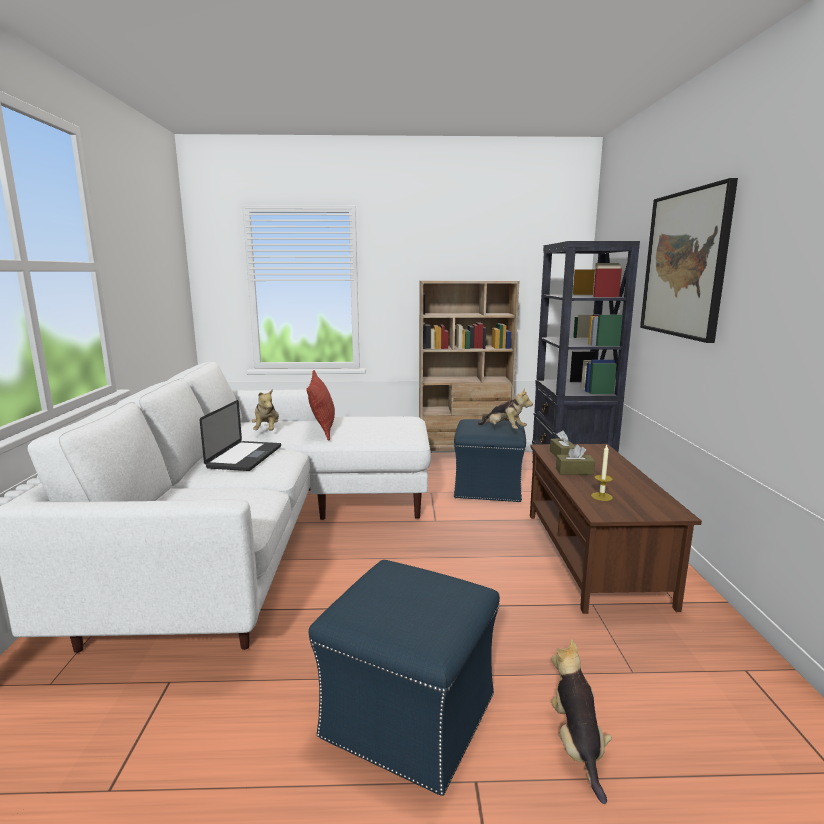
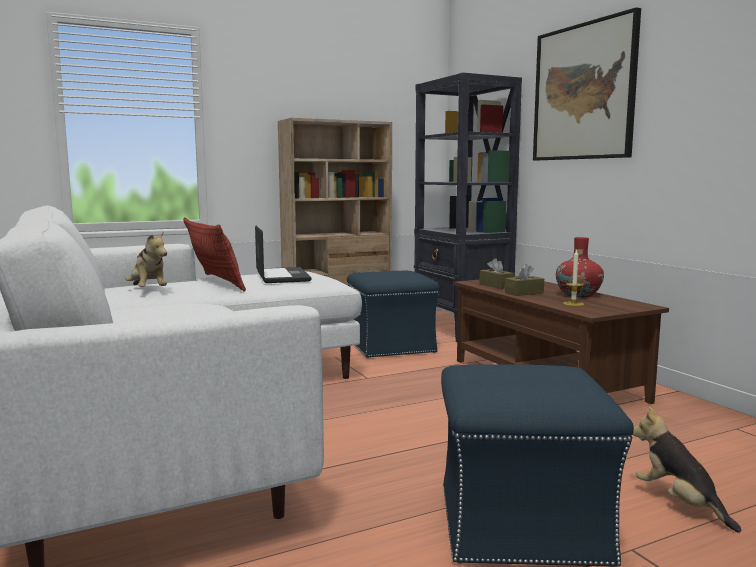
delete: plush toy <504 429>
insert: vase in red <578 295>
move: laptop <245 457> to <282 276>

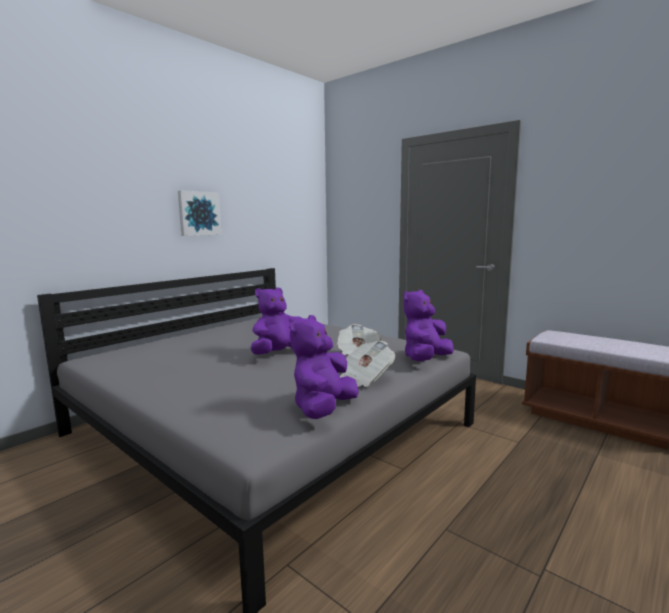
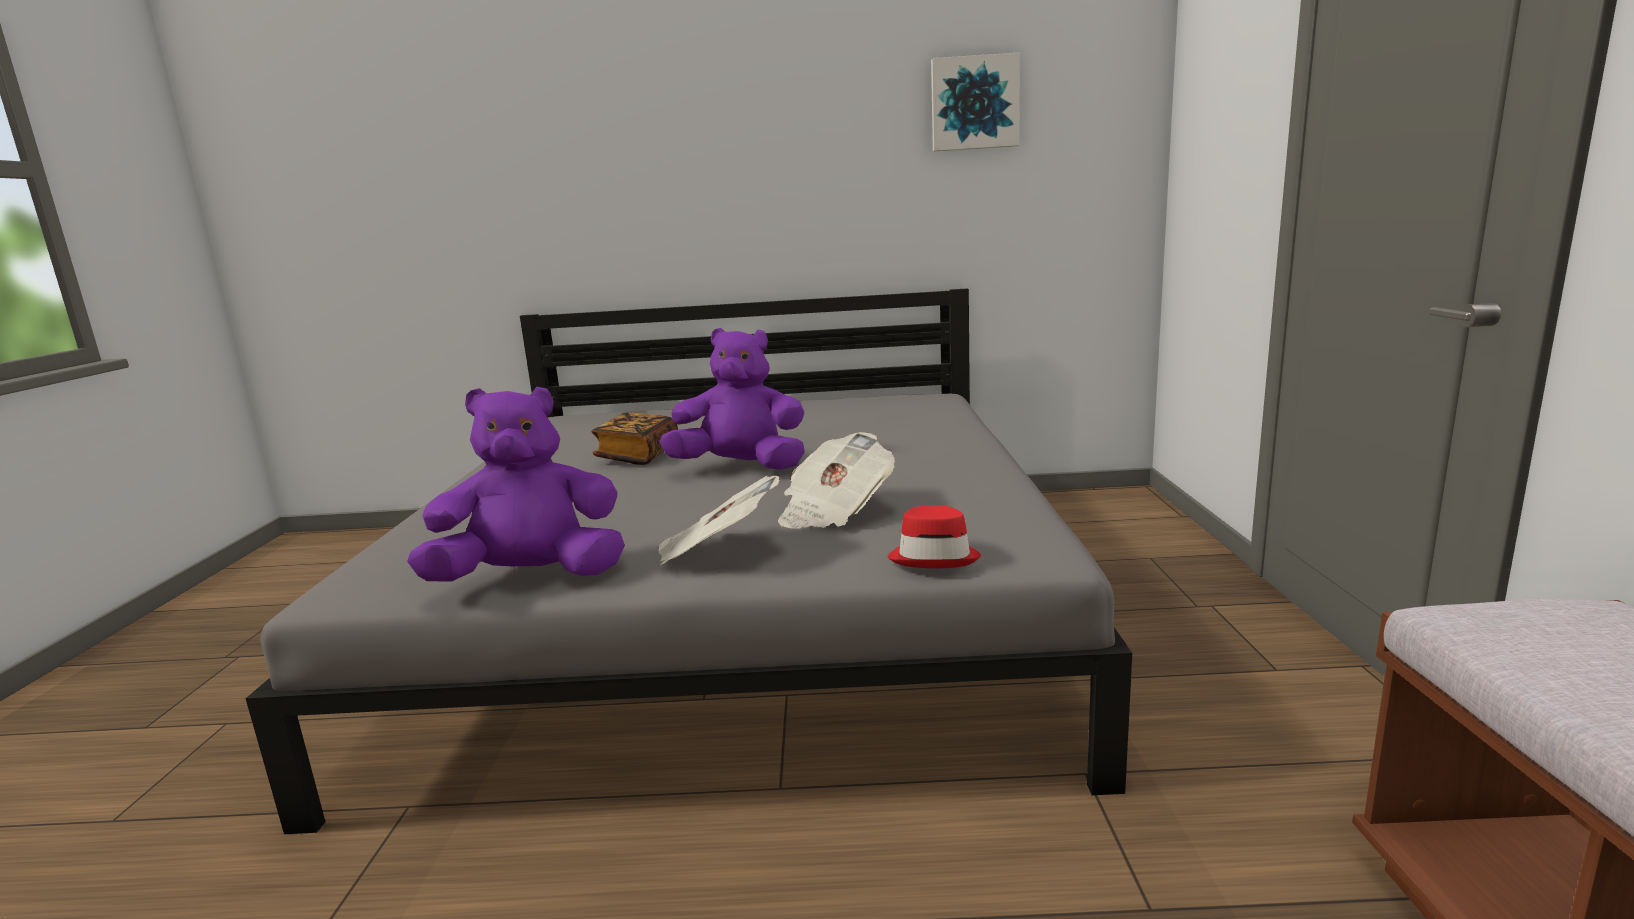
insert: book <638 455>
move: picture <199 213> to <974 103>
replace: plush toy in purple <425 359> to hat in red <934 557>

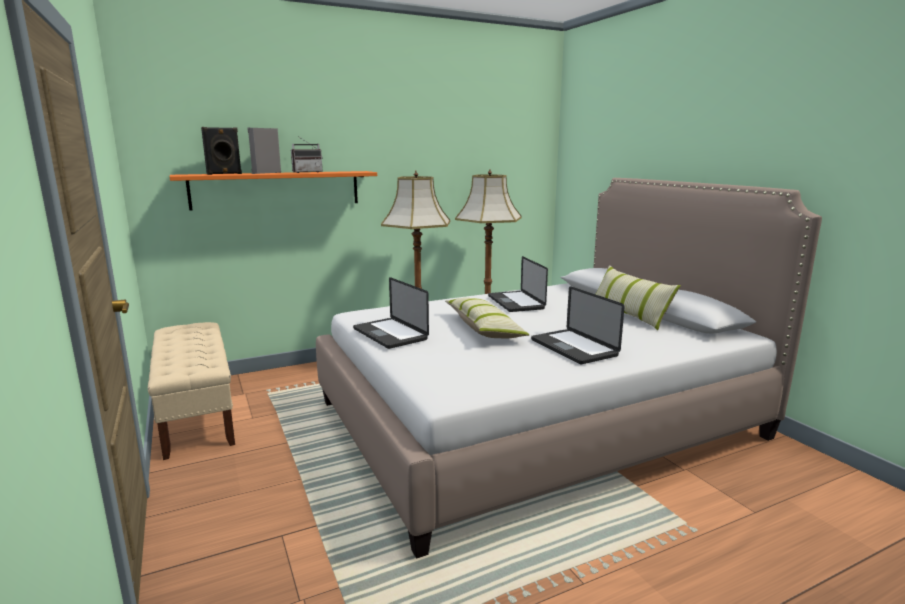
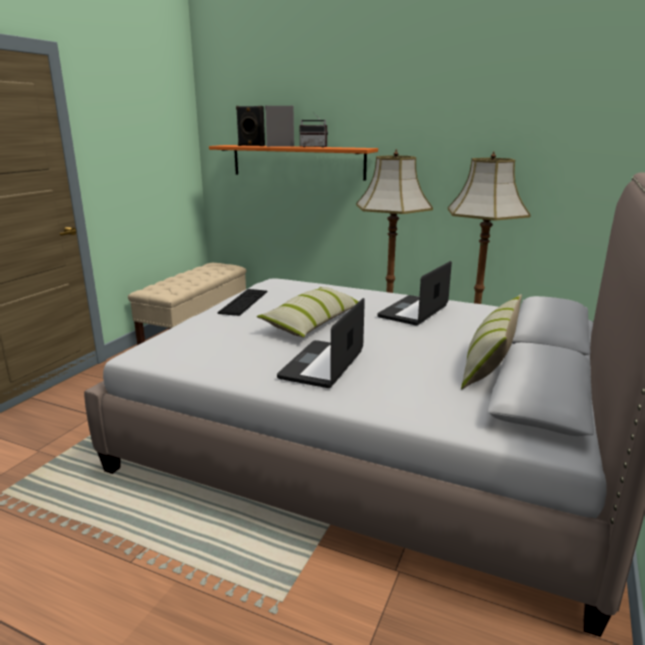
replace: laptop <390 334> to keyboard <244 302>

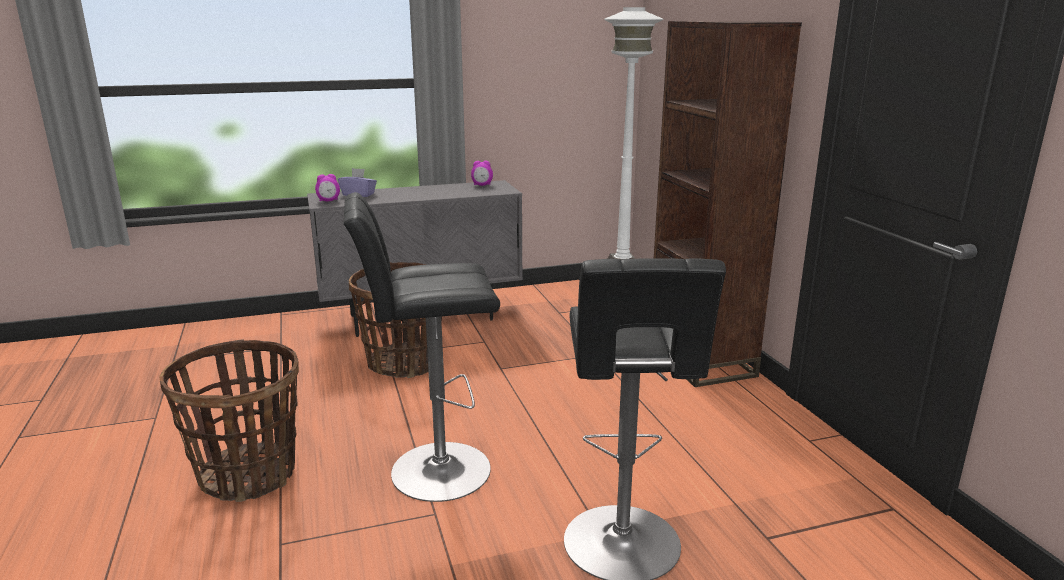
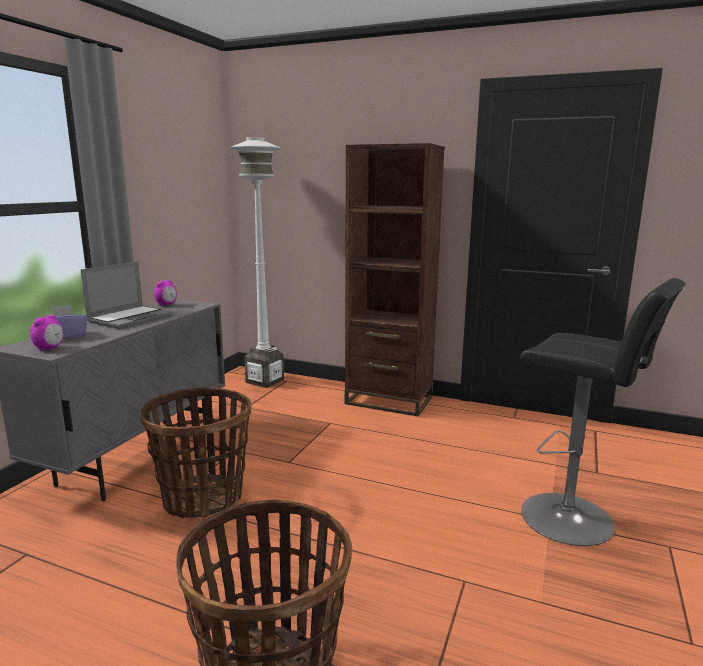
delete: stool in black <433 471>
insert: laptop <131 318>

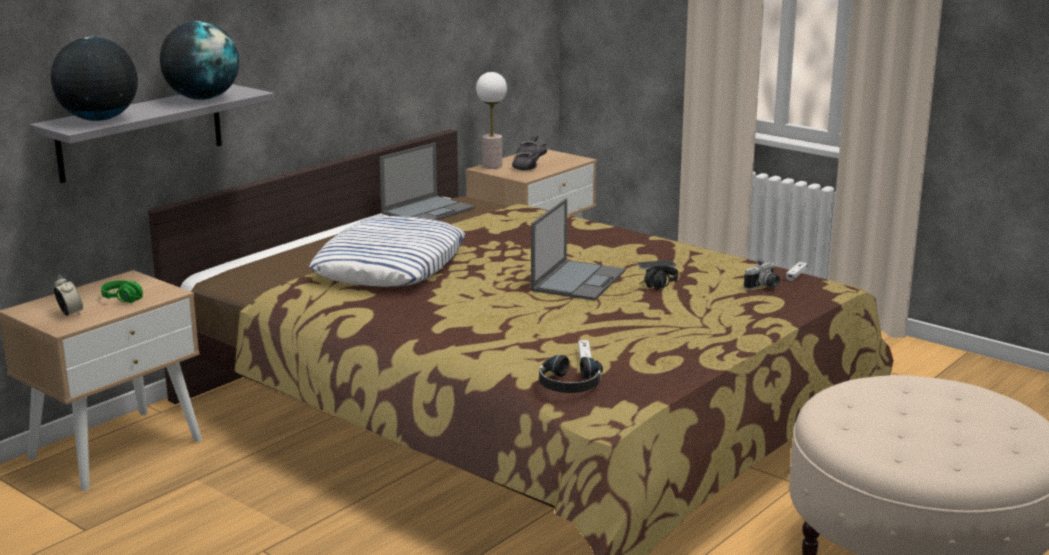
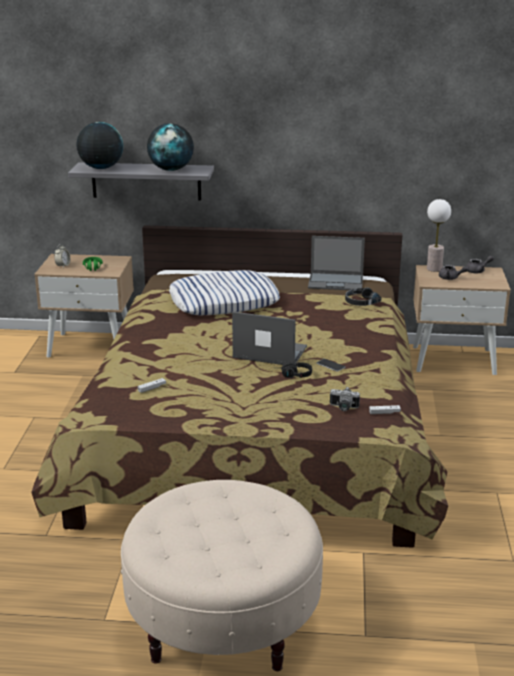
move: headphones in black <569 384> to <361 302>
rotate: laptop <578 280> = <269 352> 150 degrees counterclockwise

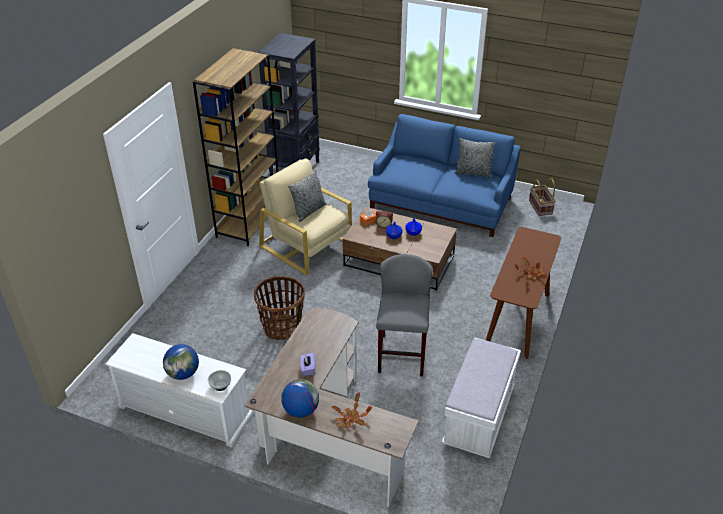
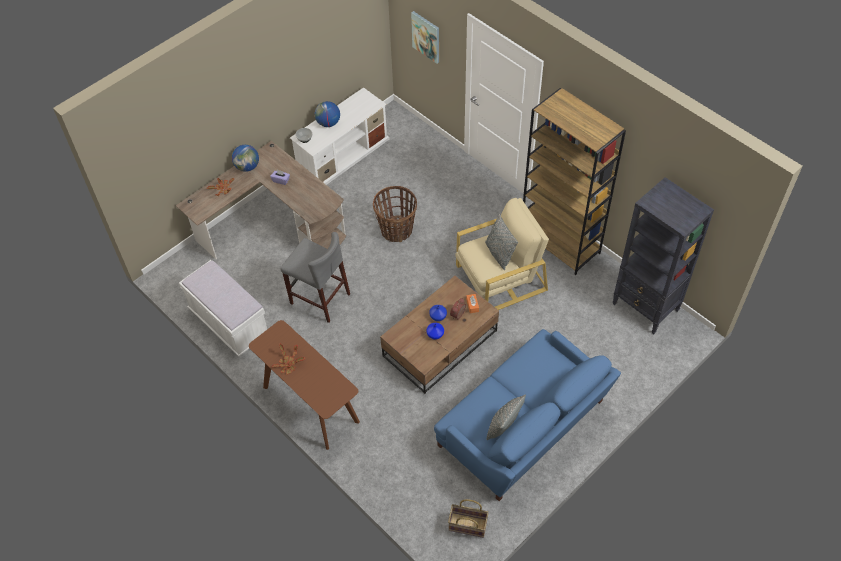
insert: picture <426 36>

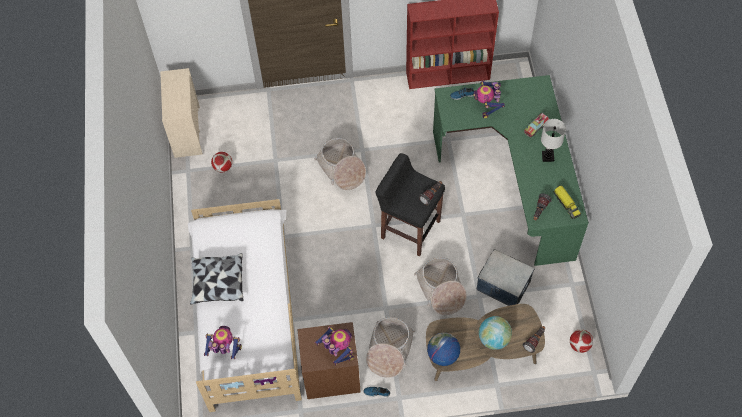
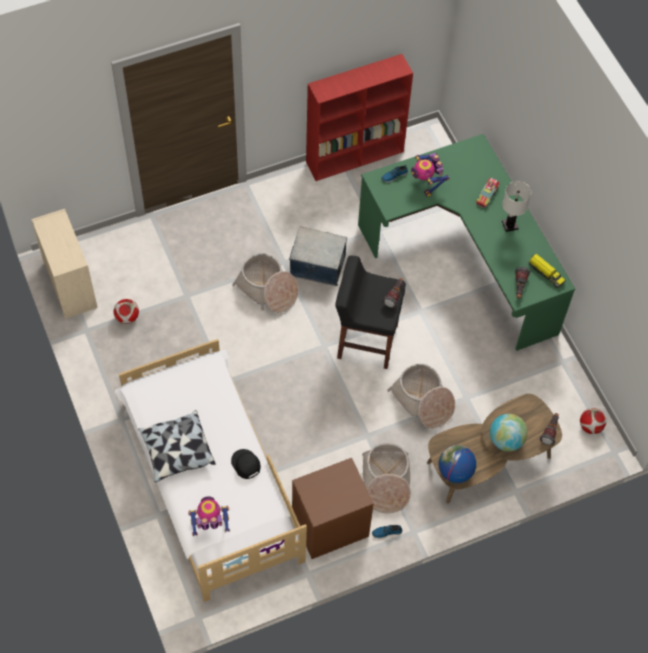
delete: toy robot <337 351>
insert: cap in black <245 464>
move: storage box <503 286> to <317 266>

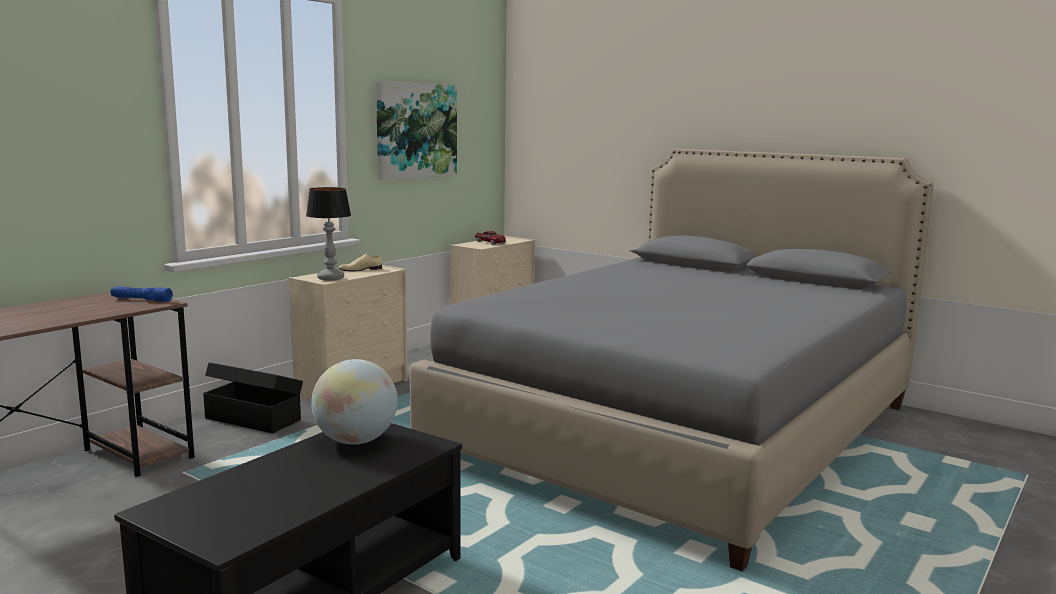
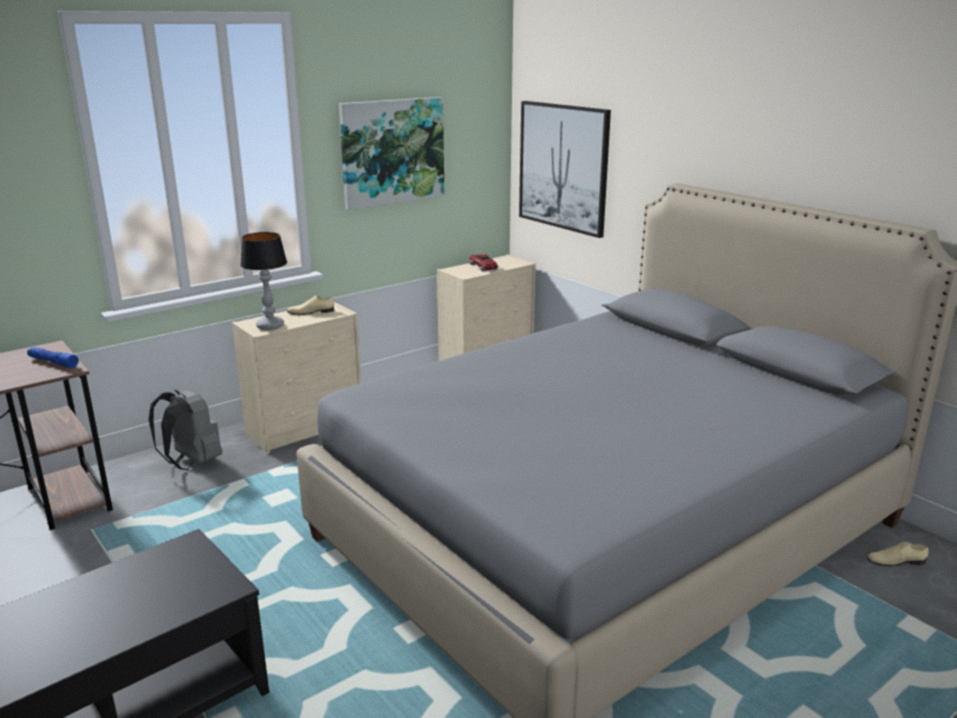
delete: globe <356 441>
insert: picture <563 167>; shoe in beige <895 560>
replace: storage box in black <253 418> to backpack in grey <192 462>

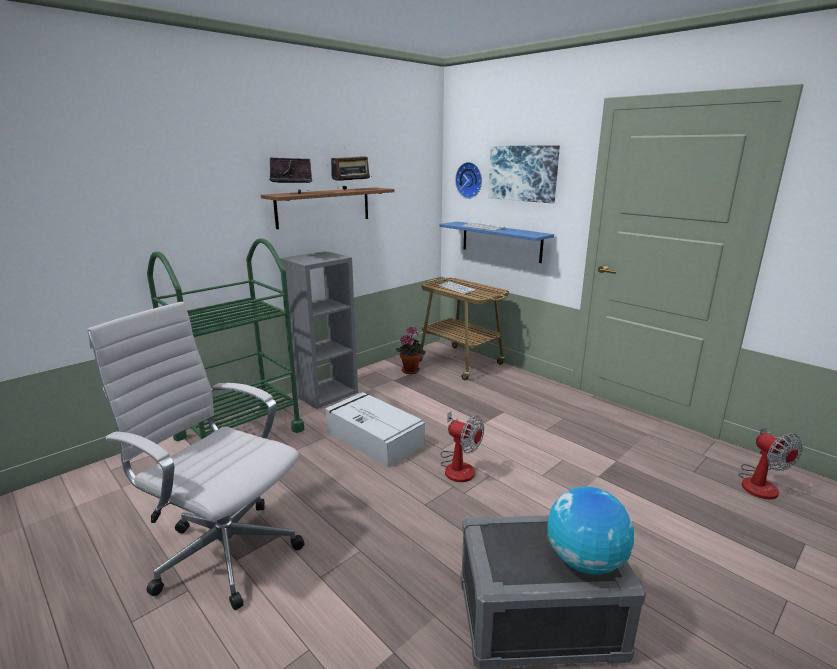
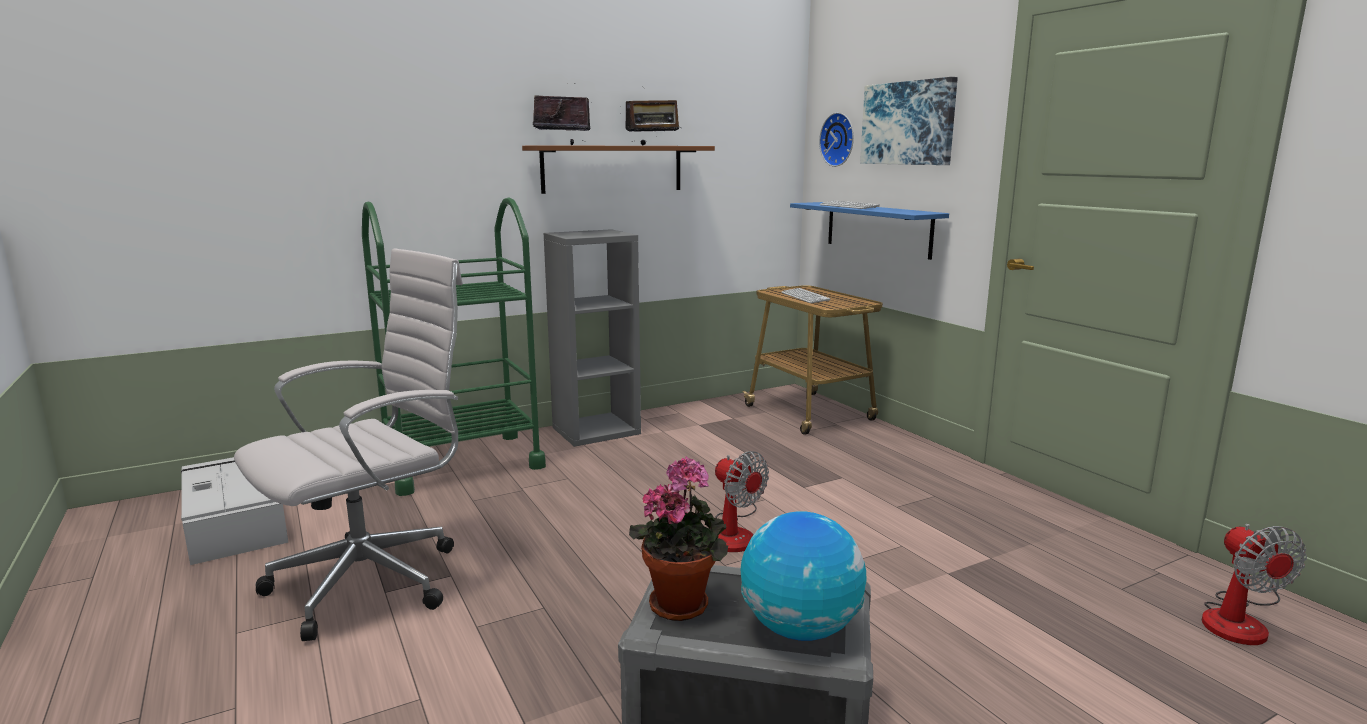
move: potted plant <411 370> to <682 603>; storage box in grey <373 438> to <236 522>
rotate: office chair in white <223 551> = <375 580> 90 degrees clockwise

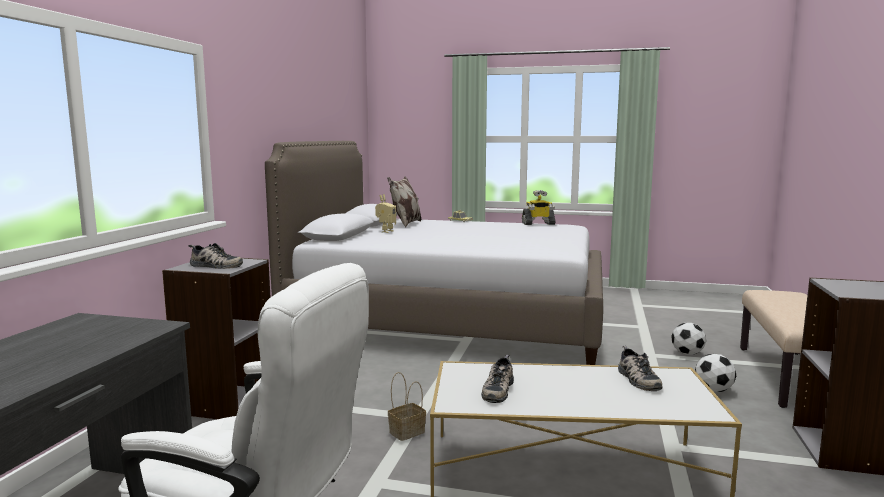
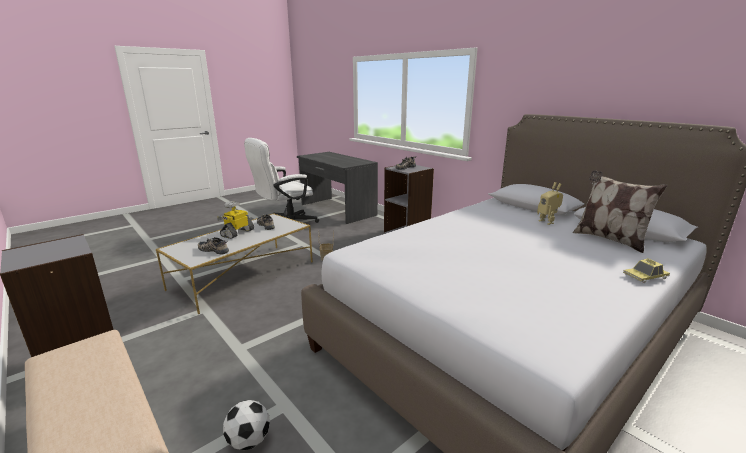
delete: football <713 390>
move: toy robot <538 224> to <237 233>

